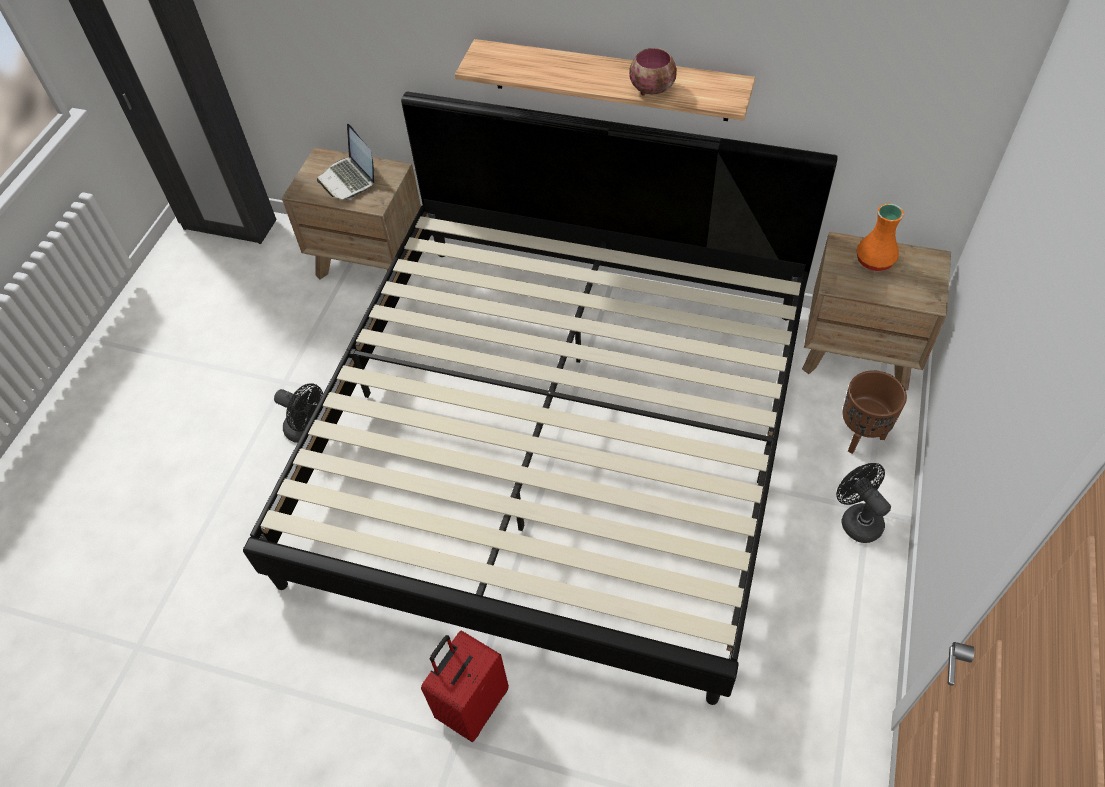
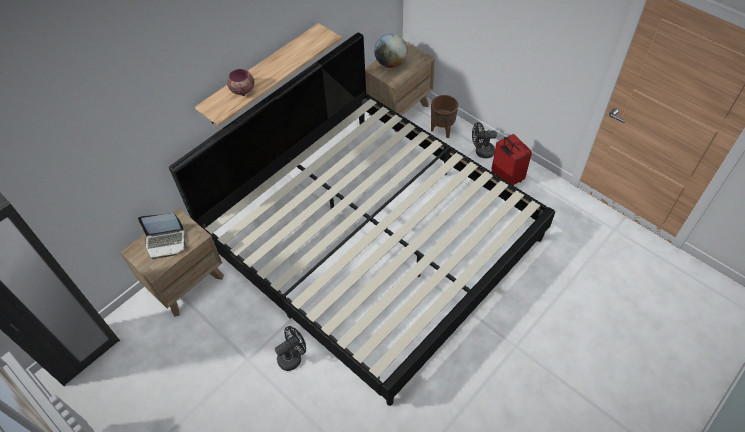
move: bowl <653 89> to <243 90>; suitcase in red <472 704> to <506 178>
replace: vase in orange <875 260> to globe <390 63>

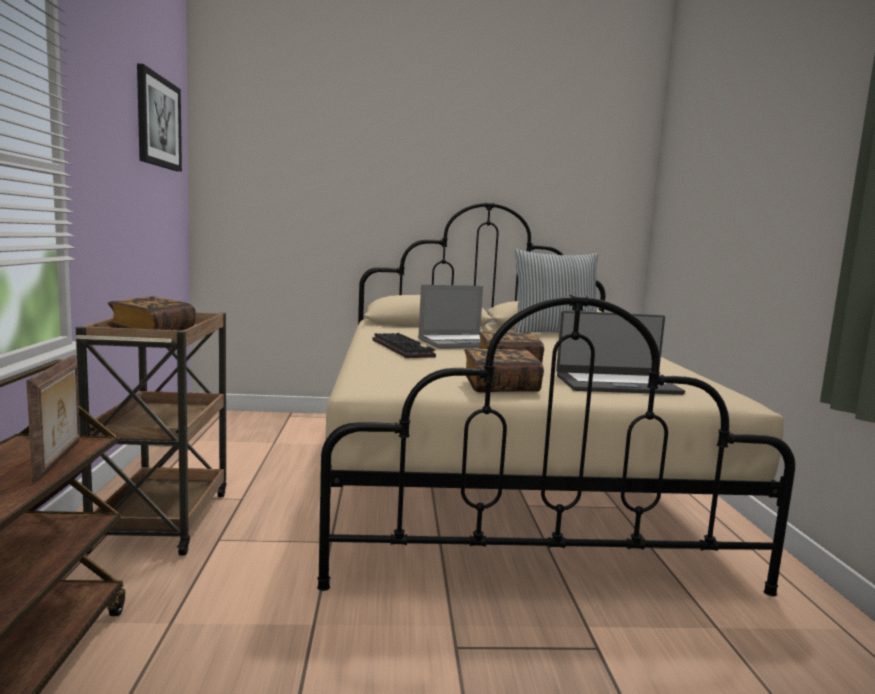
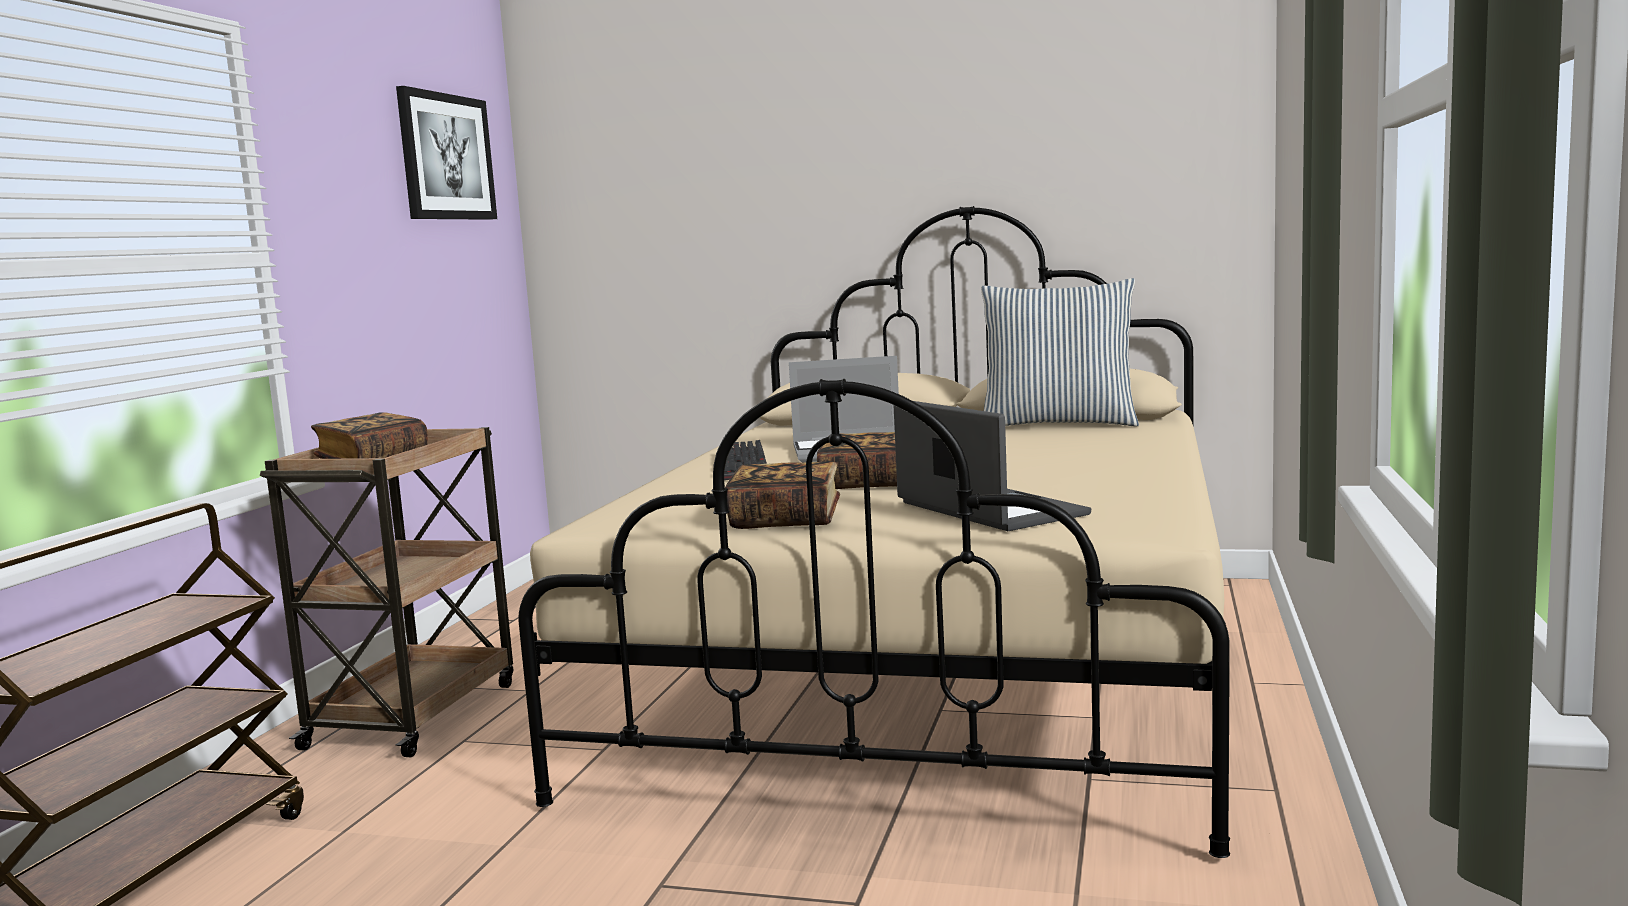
delete: picture frame <60 460>
rotate: laptop <616 384> = <988 510> 135 degrees counterclockwise

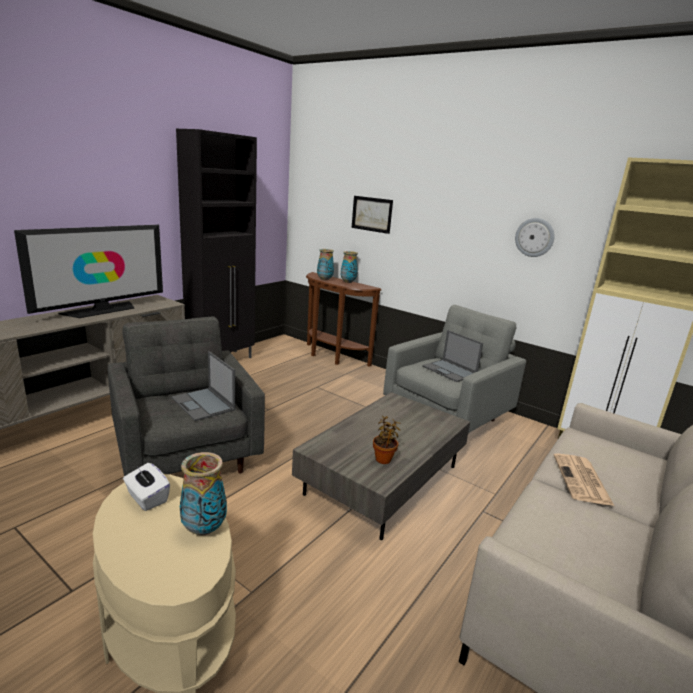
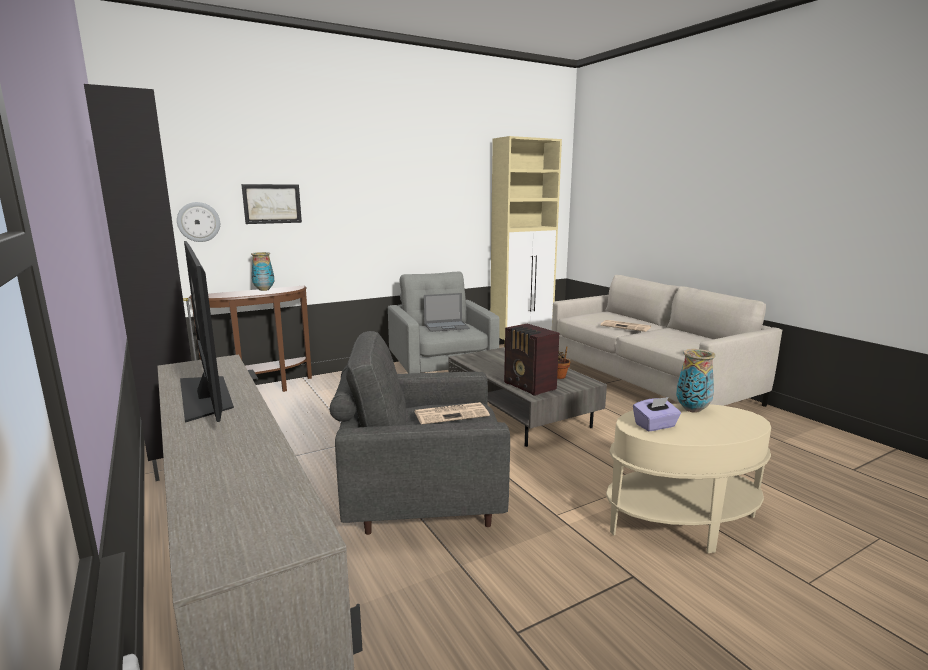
delete: vase <324 279>
insert: radio <529 386>
move: wall clock <534 237> to <198 222>
replace: laptop <203 404> to newspaper <452 414>
recolor: tissue box in white <147 498> to tissue box in purple <655 426>

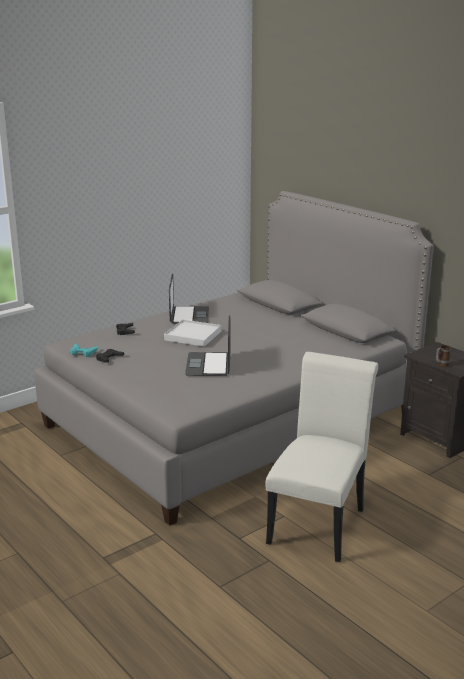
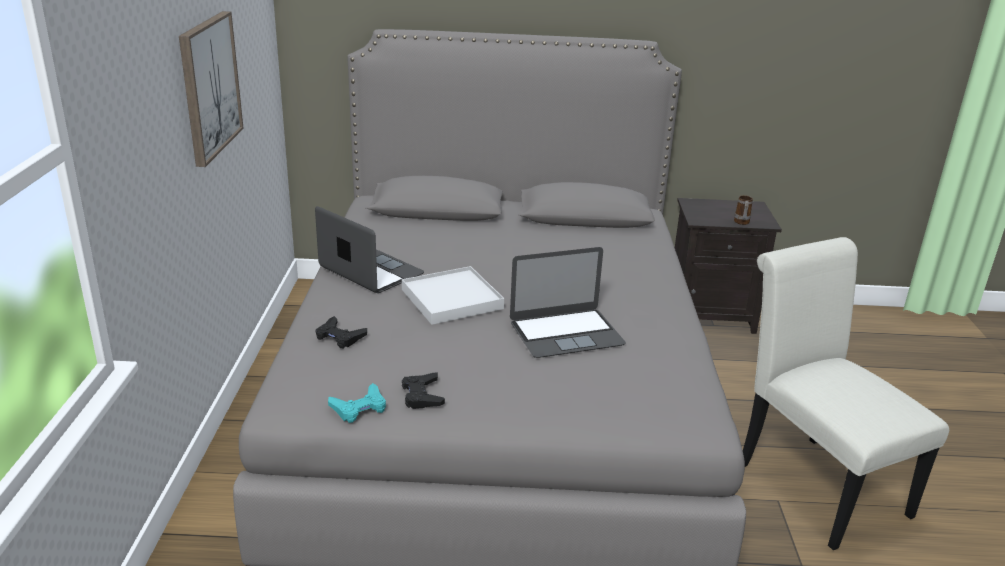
insert: picture <209 86>
rotate: laptop <209 364> = <566 333> 60 degrees counterclockwise

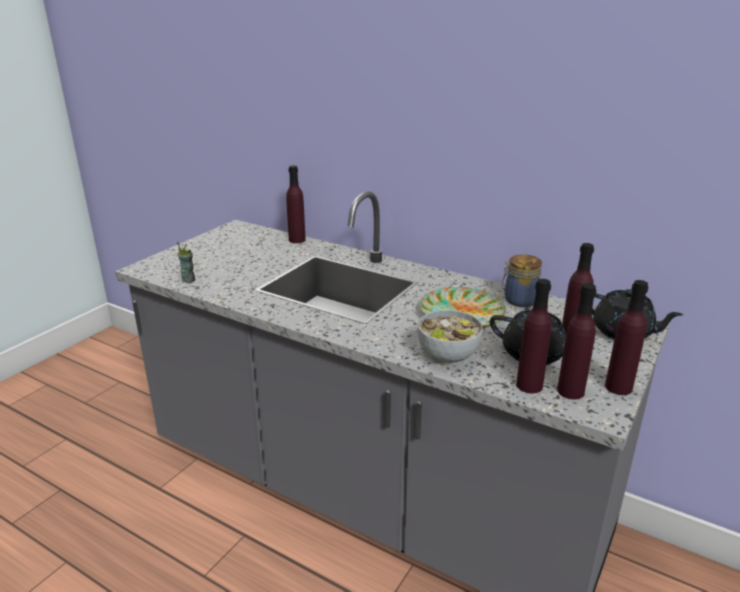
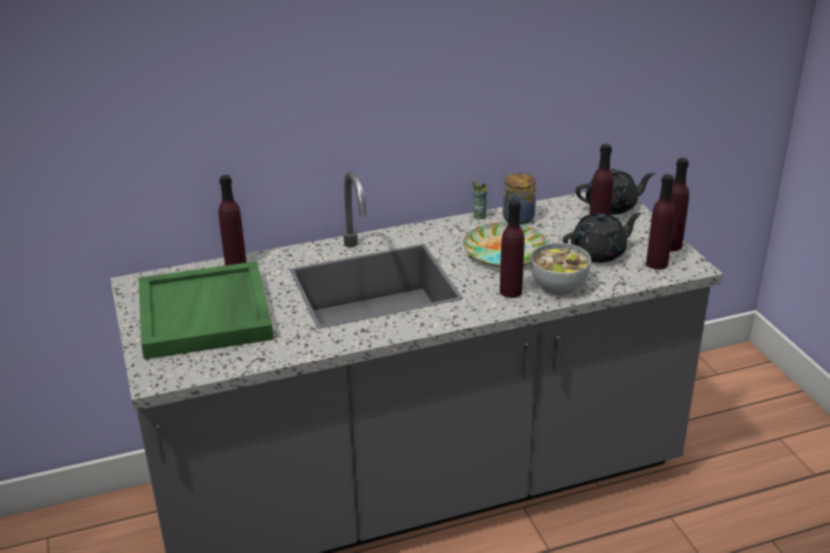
insert: tray in green <206 315>
move: cup <188 280> to <479 216>; bottle in purple <529 385> to <510 291>

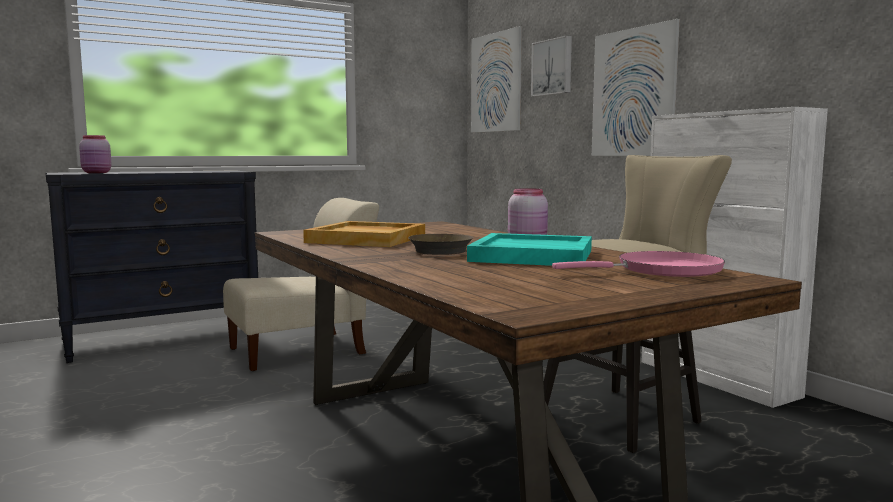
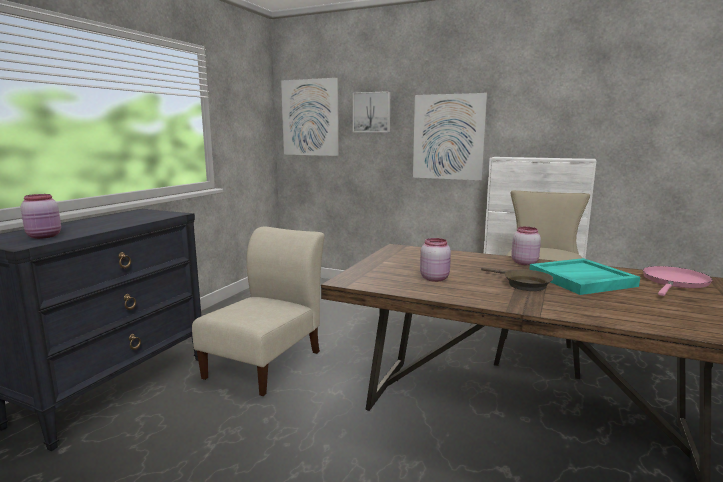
replace: tray in beige <368 239> to jar in pink <434 278>

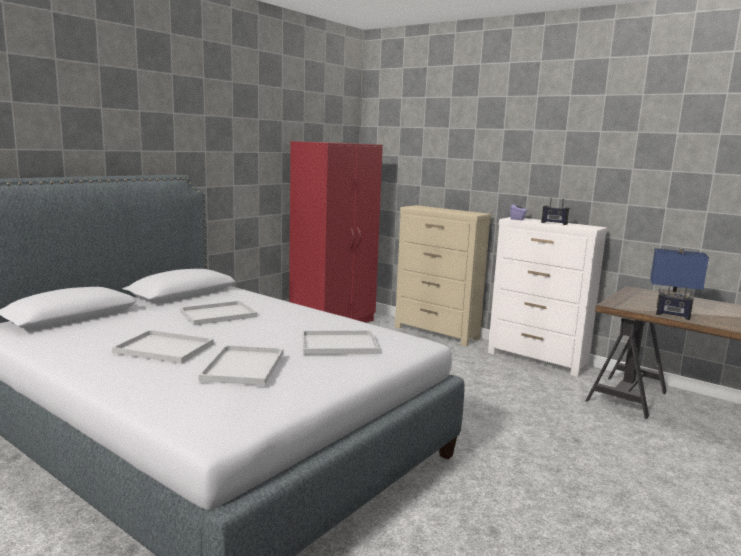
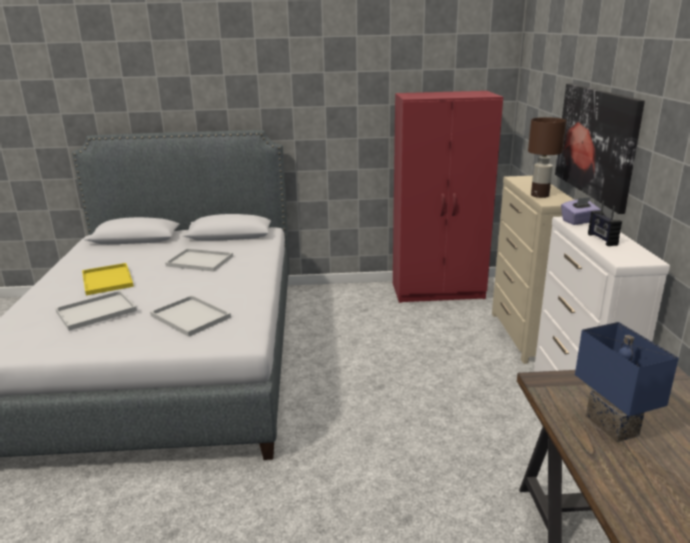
delete: radio <673 316>
insert: picture <596 143>; table lamp in brown <540 195>
recolor: tray in white <166 348> to tray in yellow <108 280>

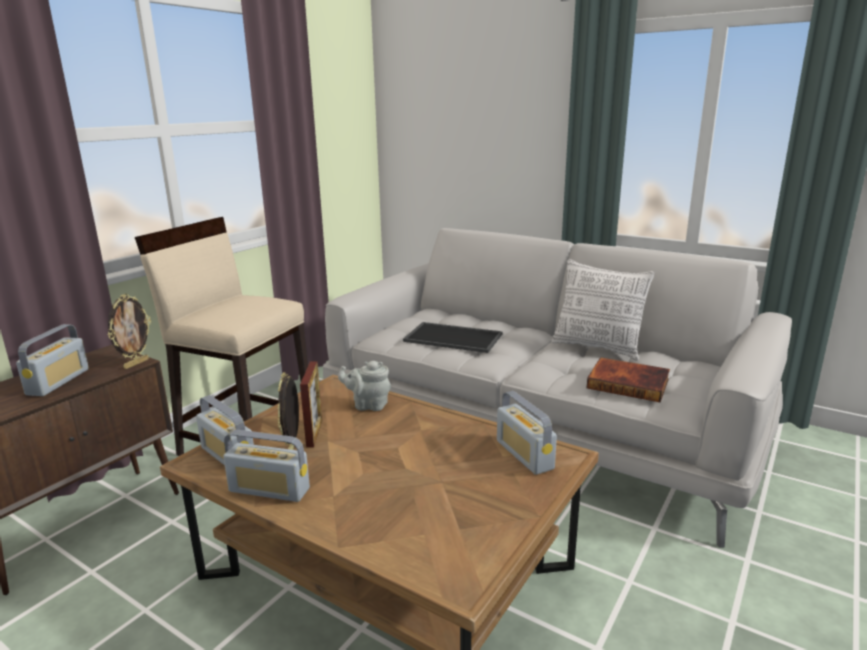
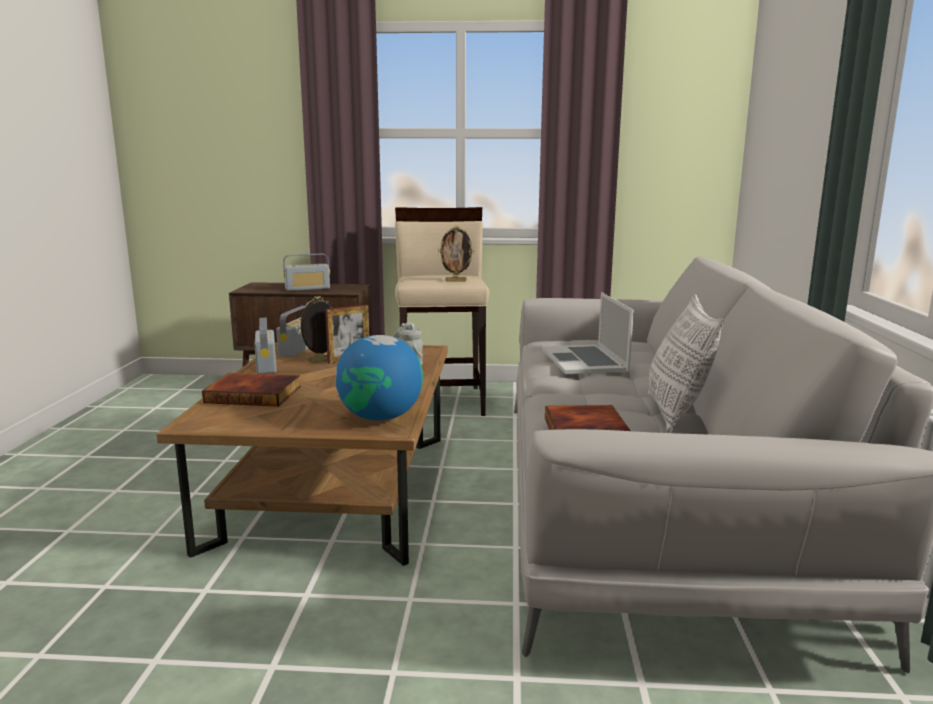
insert: book <254 394>
move: picture frame <136 364> to <456 281>
replace: tray <454 337> to laptop <584 360>; radio <524 454> to globe <380 417>

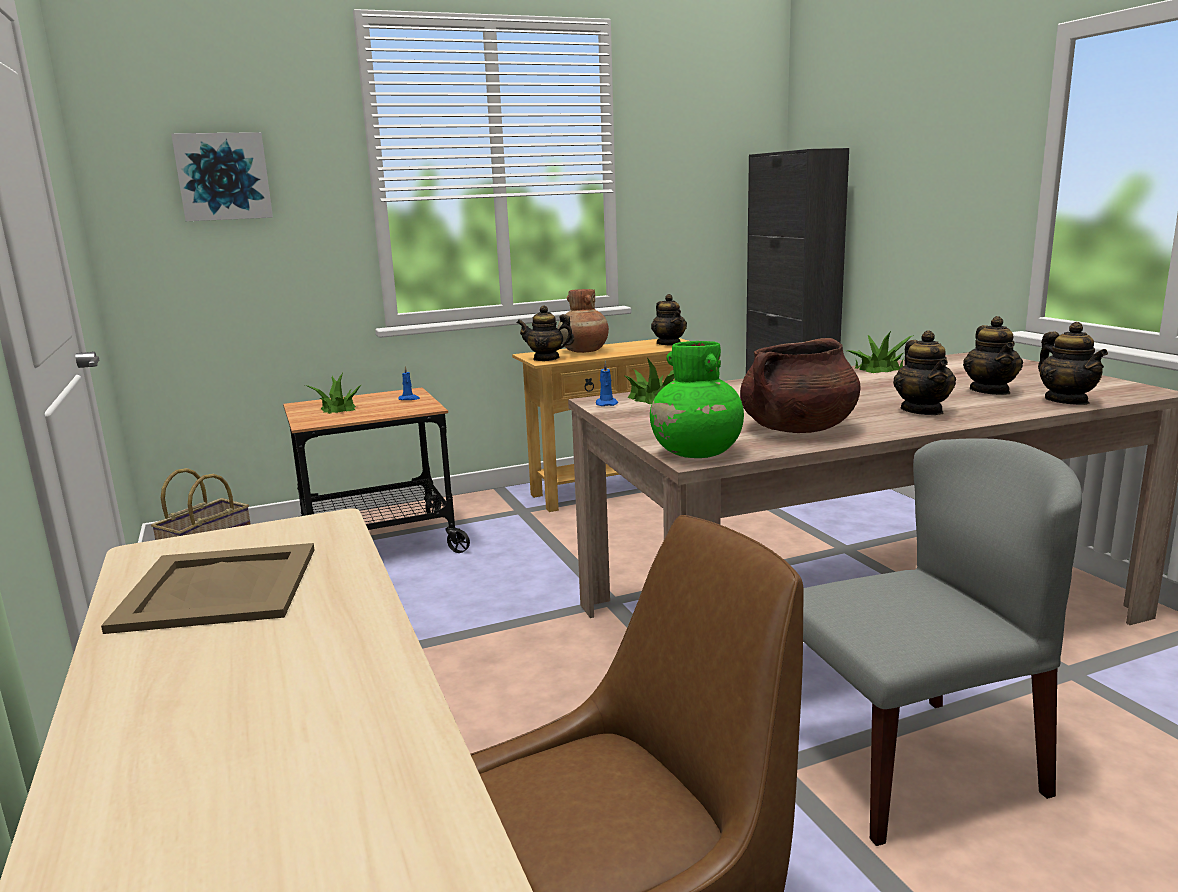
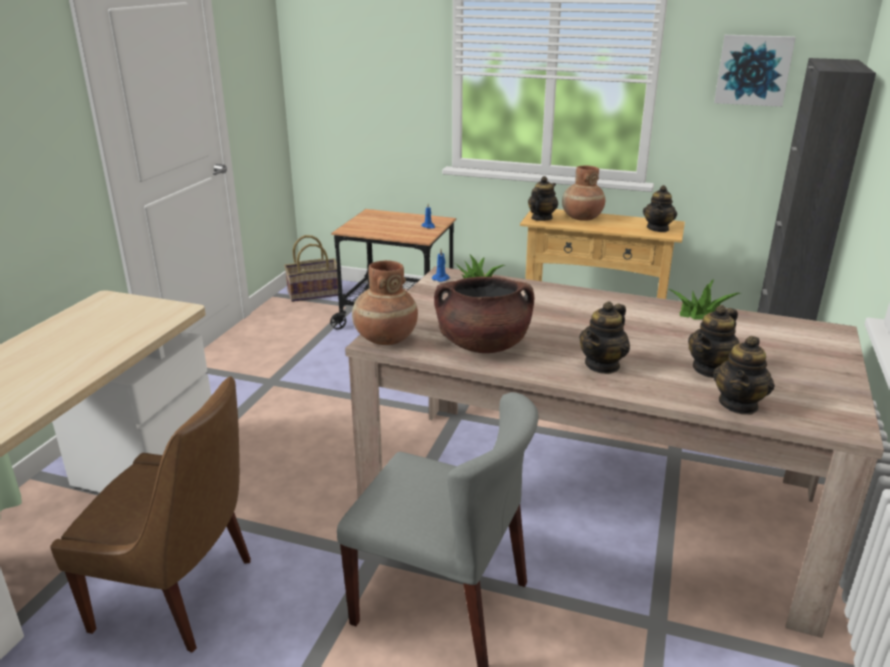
delete: potted plant <338 408>; tray in beige <220 588>
move: picture <223 177> to <753 70>
recolor: vase in green <696 453> to vase in brown <385 338>
rotate: teapot <546 358> = <541 218> 75 degrees clockwise

